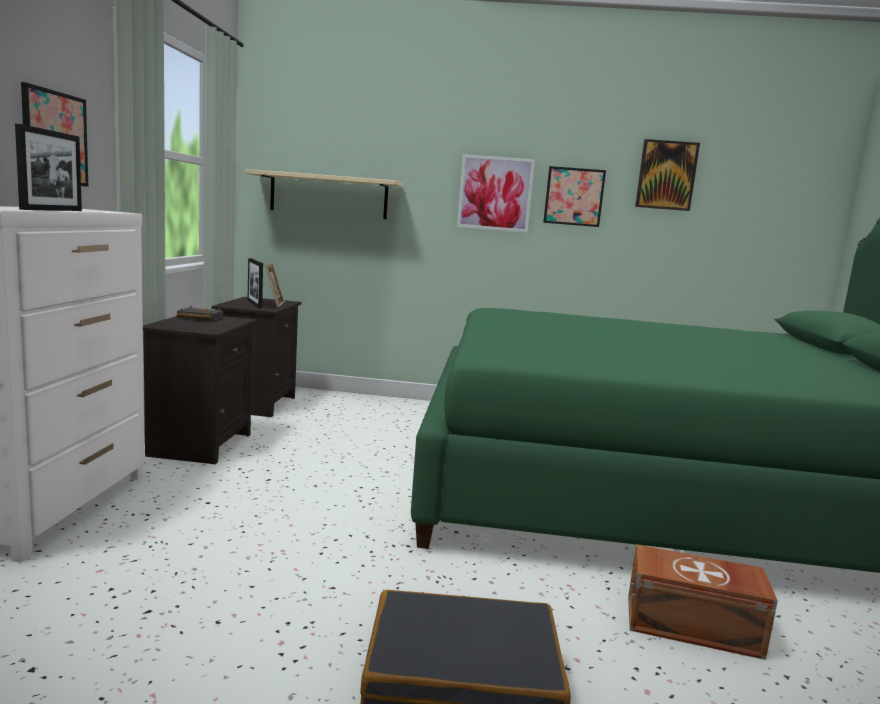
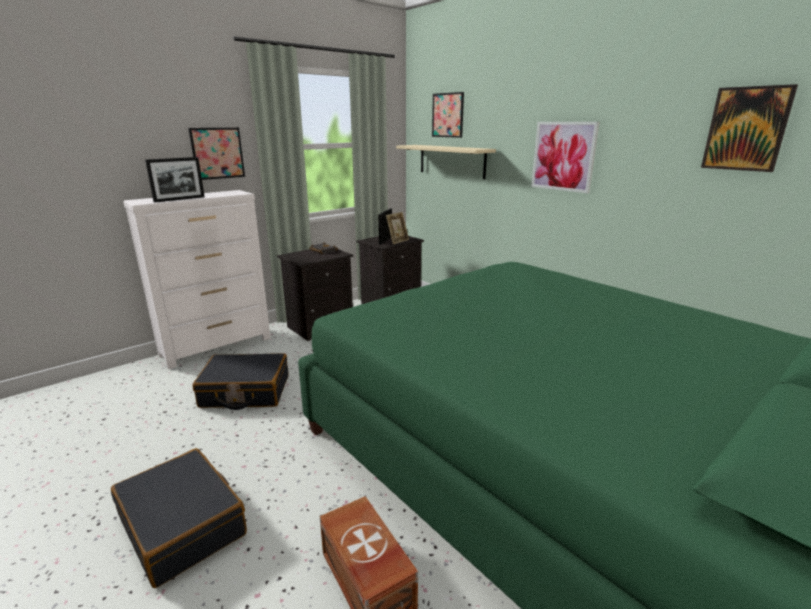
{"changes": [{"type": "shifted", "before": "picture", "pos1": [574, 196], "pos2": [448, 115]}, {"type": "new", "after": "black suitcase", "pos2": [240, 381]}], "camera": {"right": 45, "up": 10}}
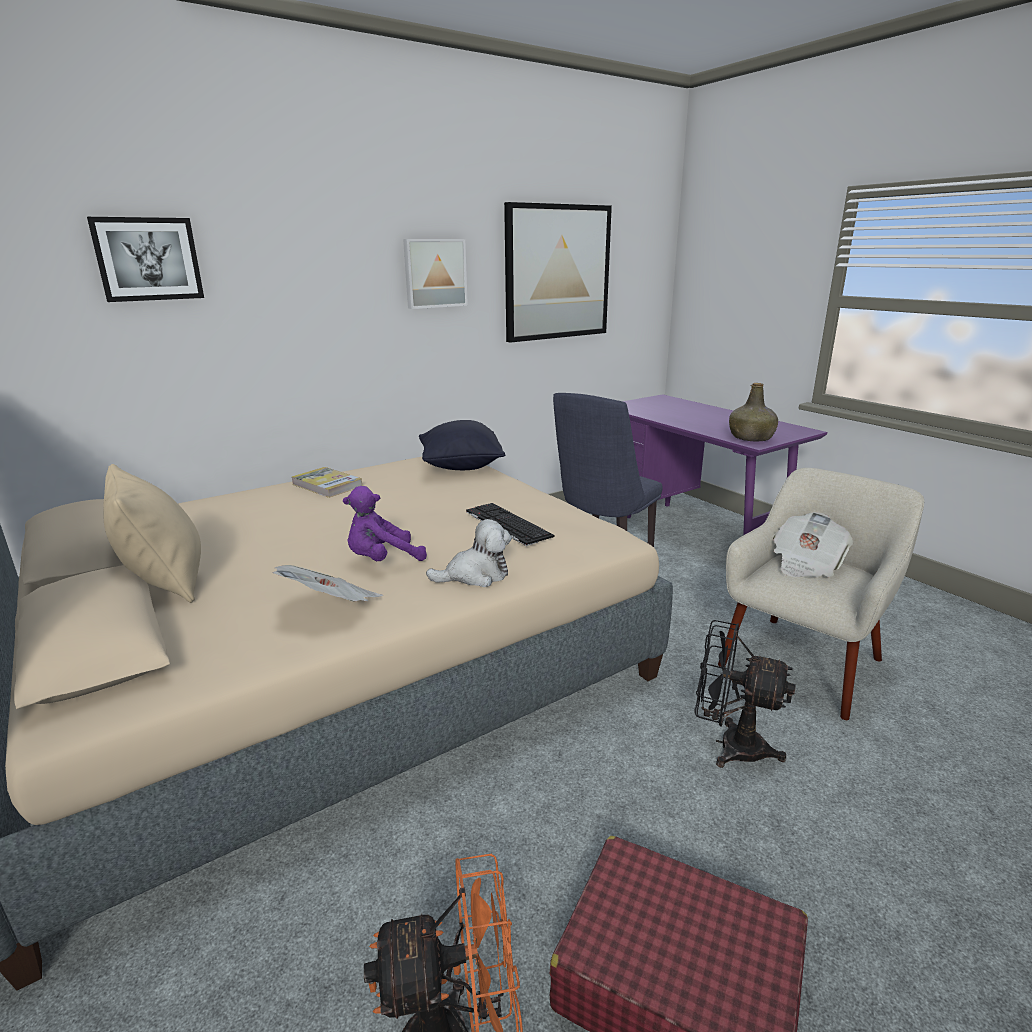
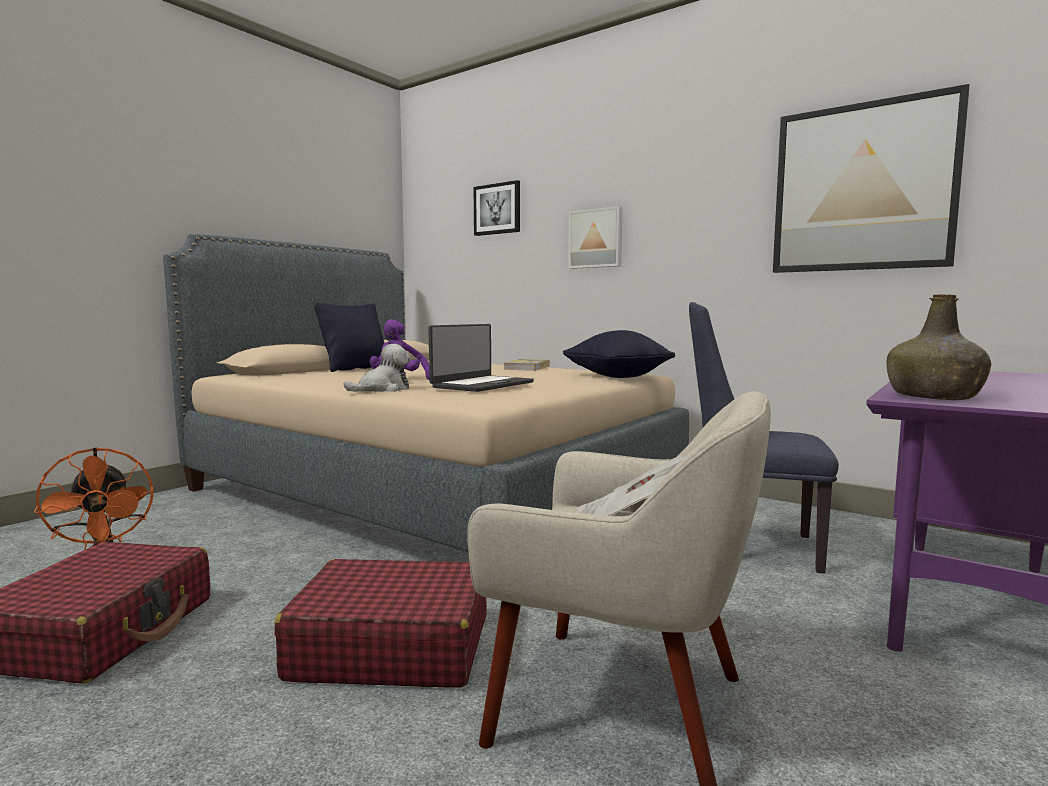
{"changes": [{"type": "repainted", "before": "beige pillow", "after": "black pillow", "pos1": [152, 533], "pos2": [349, 337]}, {"type": "gone", "before": "newspaper", "pos1": [327, 583]}, {"type": "shifted", "before": "picture", "pos1": [435, 274], "pos2": [595, 237]}, {"type": "rotated", "before": "plush toy", "pos1": [469, 553], "pos2": [377, 368], "turn": -90}, {"type": "swapped", "before": "keyboard", "after": "laptop", "pos1": [510, 524], "pos2": [481, 358]}, {"type": "swapped", "before": "black fan", "after": "red suitcase", "pos1": [745, 694], "pos2": [380, 623]}], "camera": {"right": 70, "up": -15}}
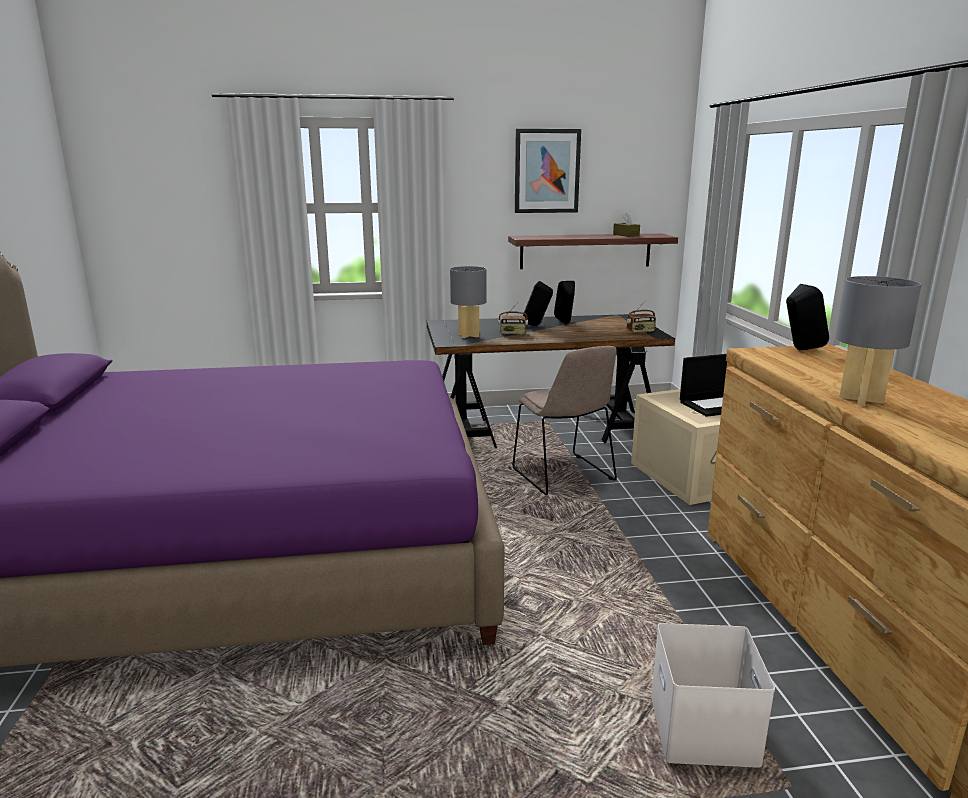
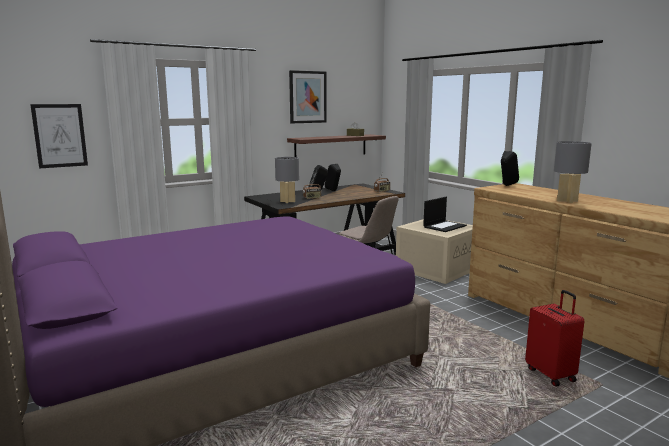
{"changes": [{"type": "swapped", "before": "white storage box", "after": "red suitcase", "pos1": [713, 695], "pos2": [554, 338]}, {"type": "new", "after": "picture", "pos2": [59, 136]}], "camera": {"right": -25, "up": -5}}
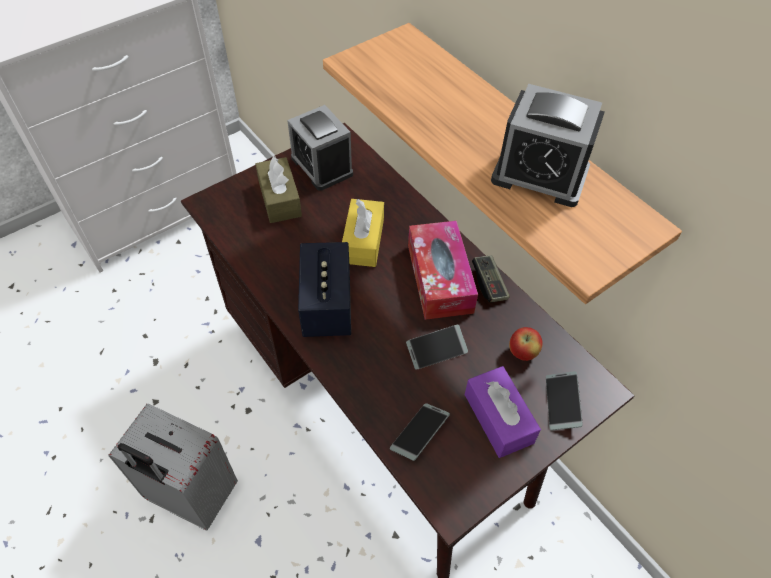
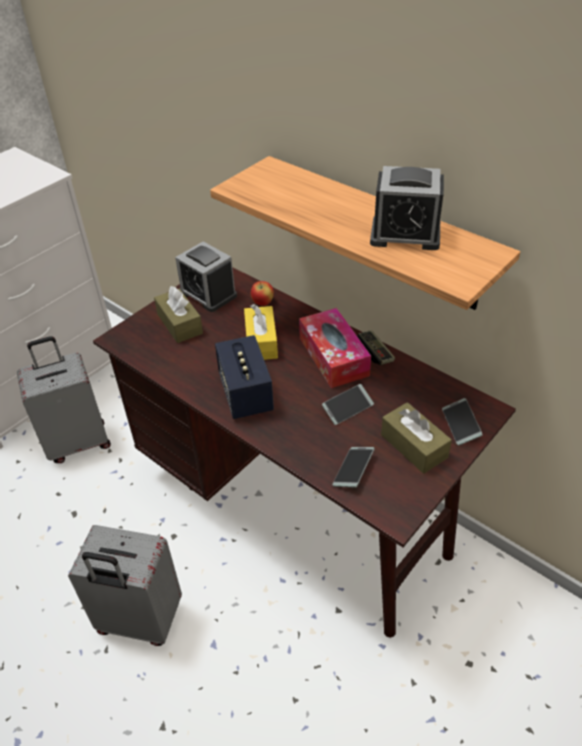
{"changes": [{"type": "repainted", "before": "purple tissue box", "after": "brown tissue box", "pos1": [503, 412], "pos2": [416, 438]}, {"type": "shifted", "before": "apple", "pos1": [526, 344], "pos2": [262, 293]}, {"type": "new", "after": "grey suitcase", "pos2": [64, 399]}], "camera": {"right": -10, "up": -10}}
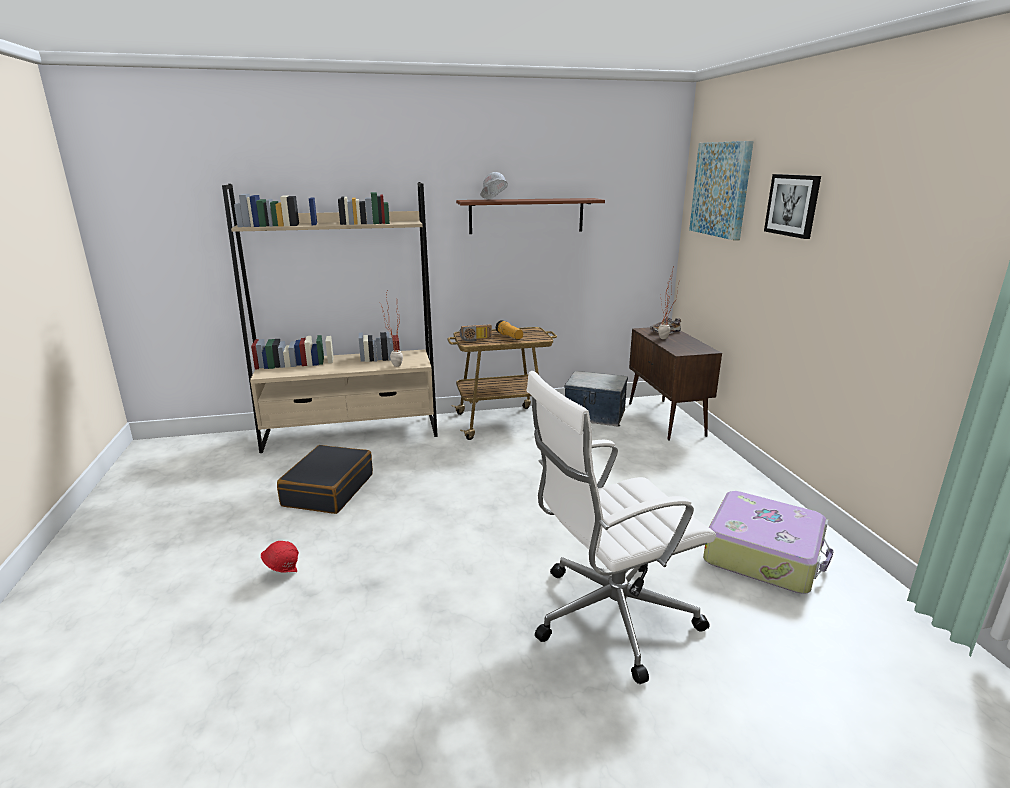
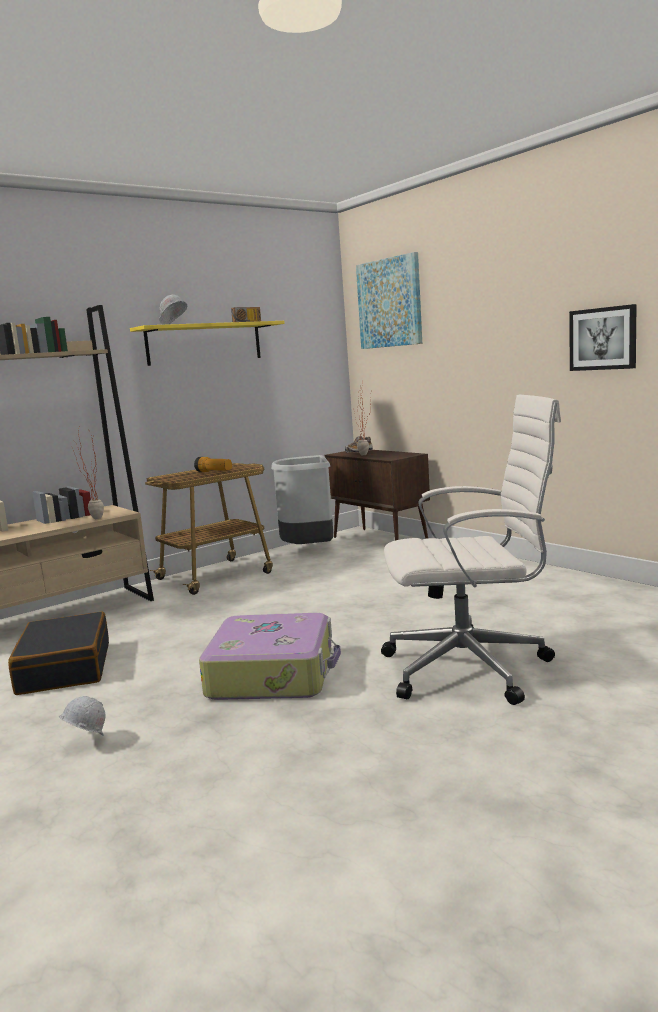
{"changes": [{"type": "repainted", "before": "red hard hat", "after": "white hard hat", "pos1": [280, 557], "pos2": [82, 716]}, {"type": "repainted", "before": "brown shelf", "after": "yellow shelf", "pos1": [530, 216], "pos2": [207, 343]}, {"type": "shifted", "before": "radio", "pos1": [475, 333], "pos2": [246, 314]}, {"type": "rotated", "before": "white office chair", "pos1": [621, 527], "pos2": [471, 549], "turn": -135}, {"type": "swapped", "before": "storage box", "after": "grey trash can", "pos1": [596, 399], "pos2": [302, 499]}, {"type": "shifted", "before": "suitcase", "pos1": [768, 542], "pos2": [270, 656]}, {"type": "shifted", "before": "picture", "pos1": [792, 206], "pos2": [602, 337]}], "camera": {"right": -25, "up": -10}}
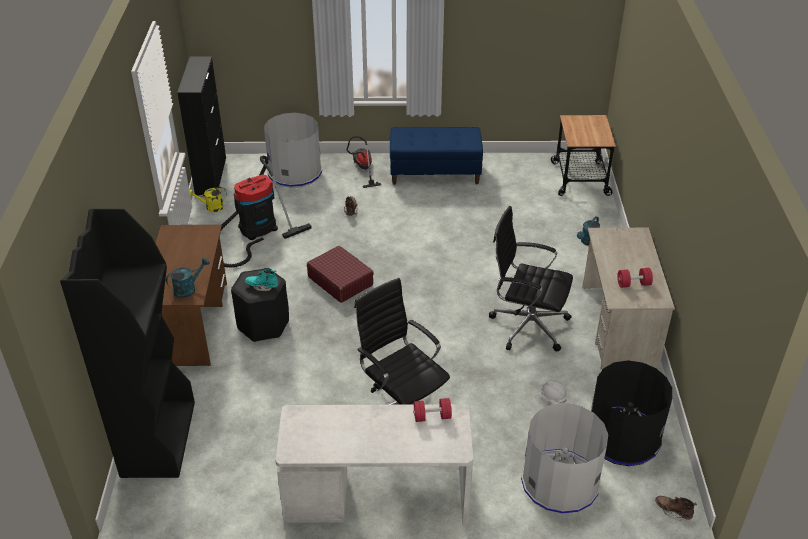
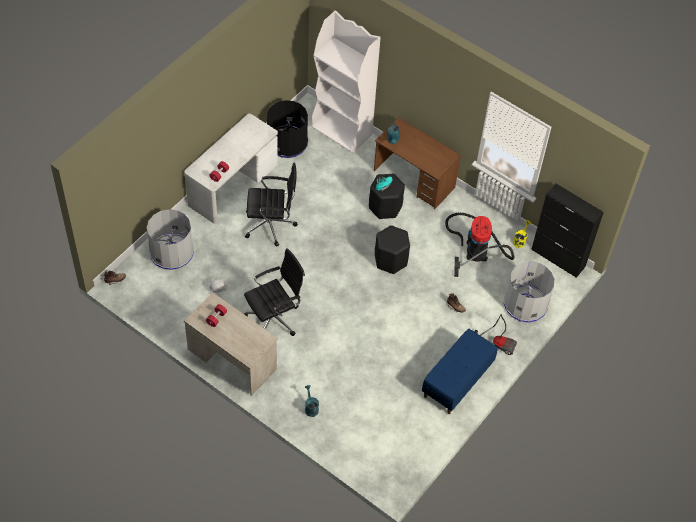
{"changes": [{"type": "repainted", "before": "black bookcase", "after": "white bookcase", "pos1": [127, 343], "pos2": [346, 81]}, {"type": "swapped", "before": "red suitcase", "after": "black stool", "pos1": [340, 274], "pos2": [392, 249]}, {"type": "gone", "before": "cart", "pos1": [583, 155]}, {"type": "shifted", "before": "black trash can", "pos1": [631, 413], "pos2": [287, 129]}], "camera": {"right": 125, "up": 15}}
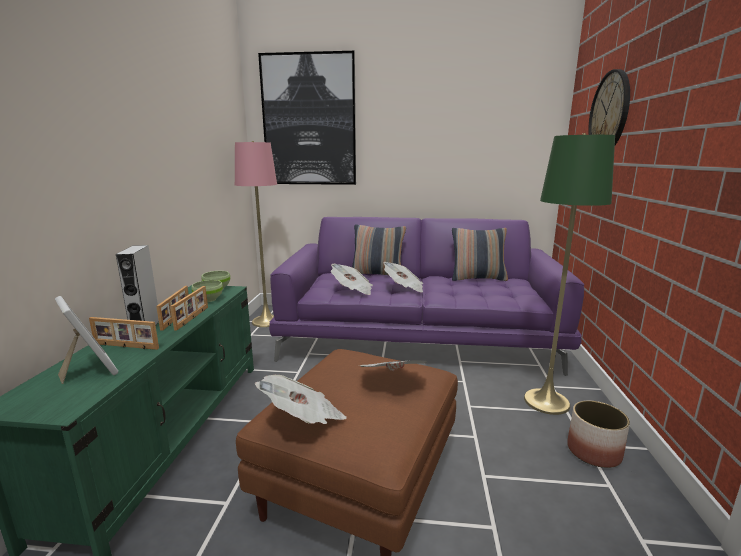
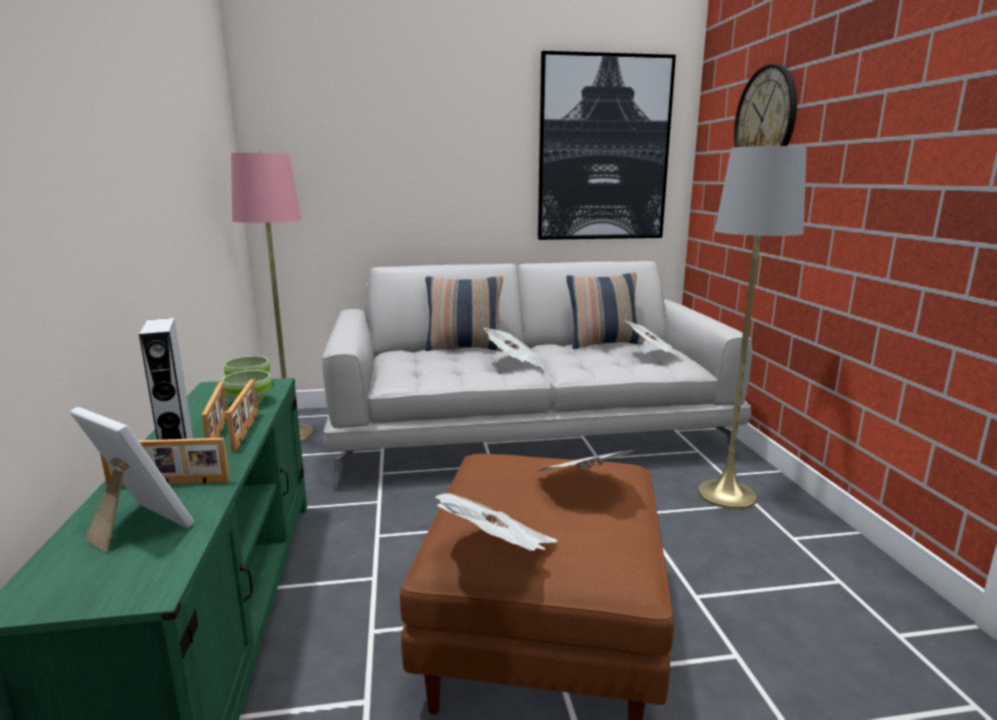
{"changes": [{"type": "shifted", "before": "picture", "pos1": [307, 118], "pos2": [607, 145]}, {"type": "repainted", "before": "purple sofa", "after": "grey sofa", "pos1": [426, 296], "pos2": [537, 376]}, {"type": "shifted", "before": "newspaper", "pos1": [352, 279], "pos2": [653, 339]}, {"type": "repainted", "before": "green floor lamp", "after": "grey floor lamp", "pos1": [569, 274], "pos2": [752, 326]}, {"type": "gone", "before": "planter", "pos1": [598, 434]}], "camera": {"right": -15, "up": 0}}
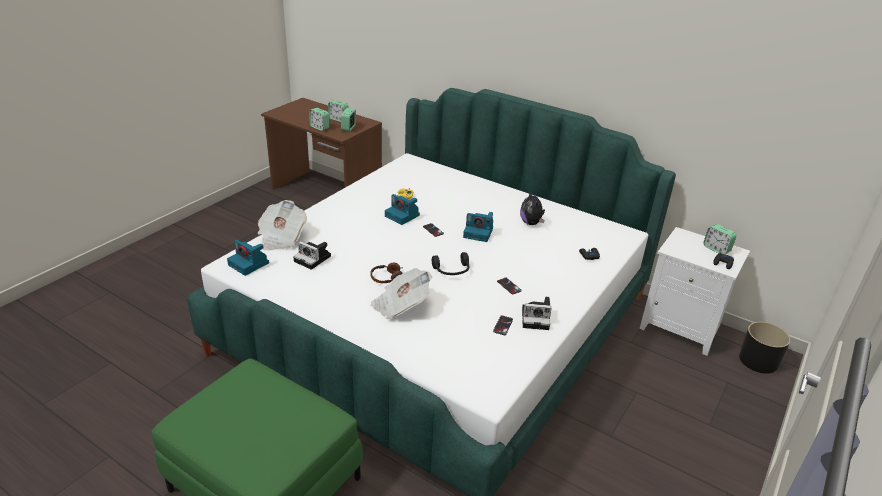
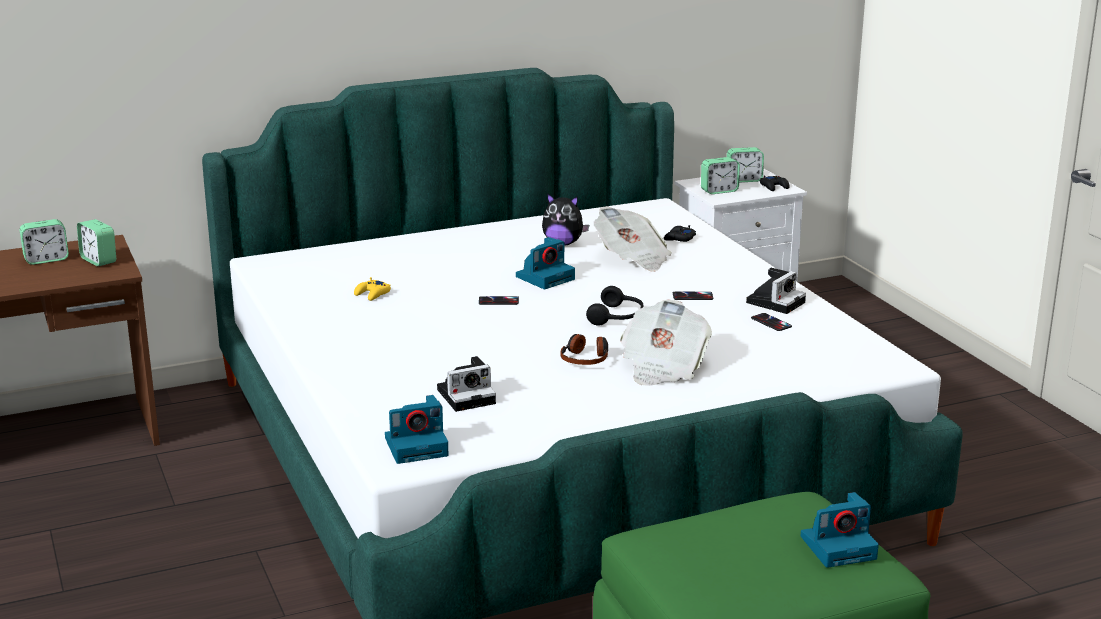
{"changes": [{"type": "shifted", "before": "newspaper", "pos1": [282, 225], "pos2": [633, 239]}, {"type": "shifted", "before": "alarm clock", "pos1": [319, 119], "pos2": [720, 175]}, {"type": "shifted", "before": "photo camera", "pos1": [402, 209], "pos2": [840, 530]}, {"type": "gone", "before": "black planter", "pos1": [765, 348]}], "camera": {"right": -55, "up": -10}}
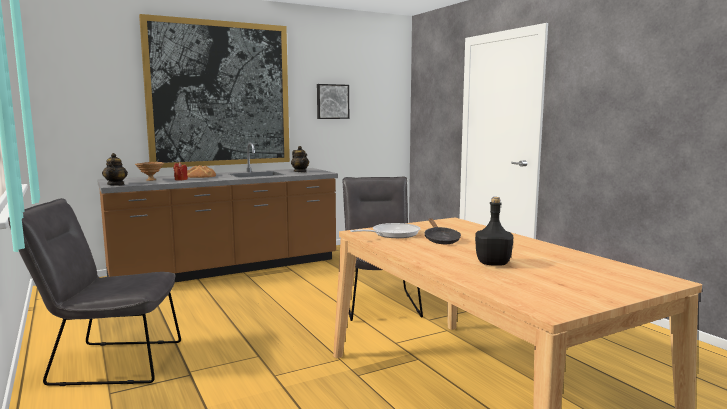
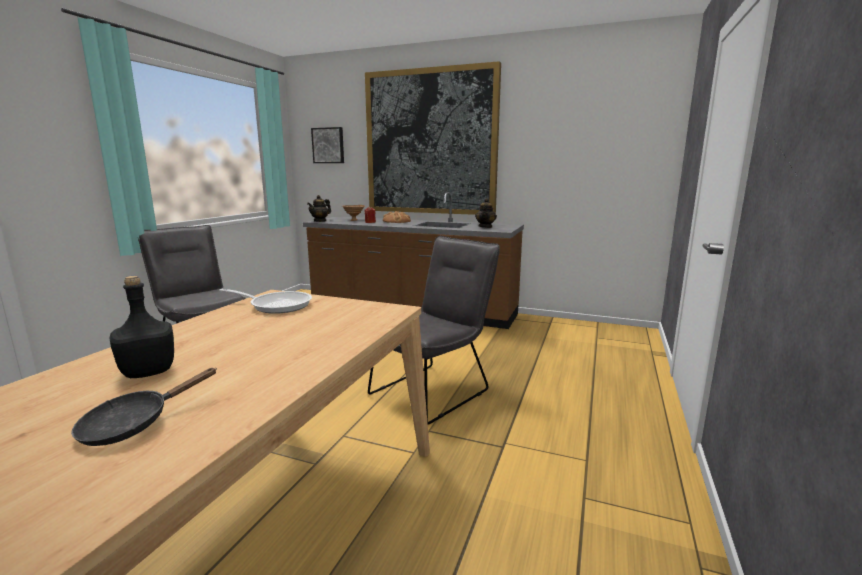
{"changes": [{"type": "shifted", "before": "picture", "pos1": [333, 101], "pos2": [327, 145]}, {"type": "shifted", "before": "black frying pan", "pos1": [443, 231], "pos2": [143, 407]}], "camera": {"right": 50, "up": 5}}
